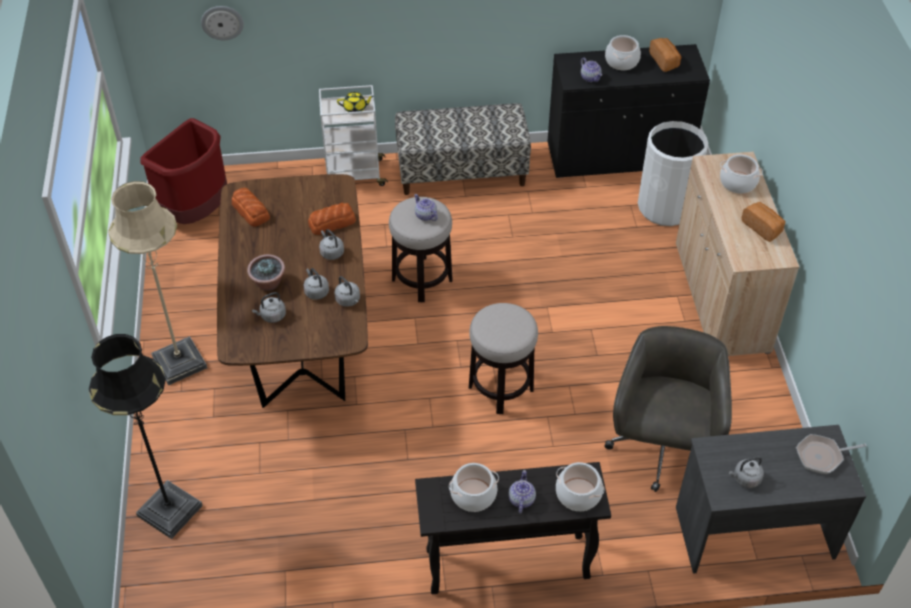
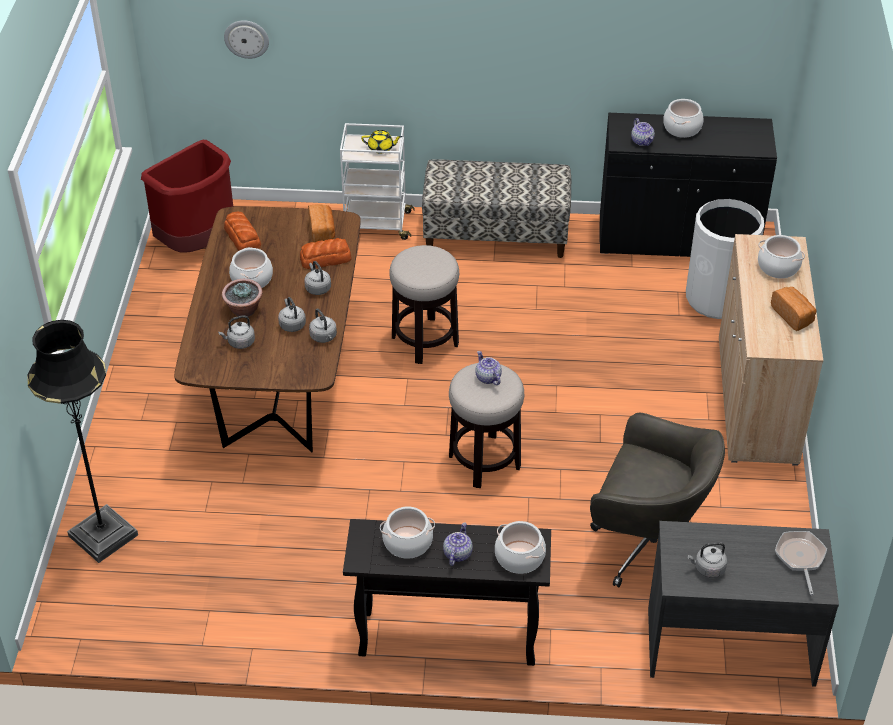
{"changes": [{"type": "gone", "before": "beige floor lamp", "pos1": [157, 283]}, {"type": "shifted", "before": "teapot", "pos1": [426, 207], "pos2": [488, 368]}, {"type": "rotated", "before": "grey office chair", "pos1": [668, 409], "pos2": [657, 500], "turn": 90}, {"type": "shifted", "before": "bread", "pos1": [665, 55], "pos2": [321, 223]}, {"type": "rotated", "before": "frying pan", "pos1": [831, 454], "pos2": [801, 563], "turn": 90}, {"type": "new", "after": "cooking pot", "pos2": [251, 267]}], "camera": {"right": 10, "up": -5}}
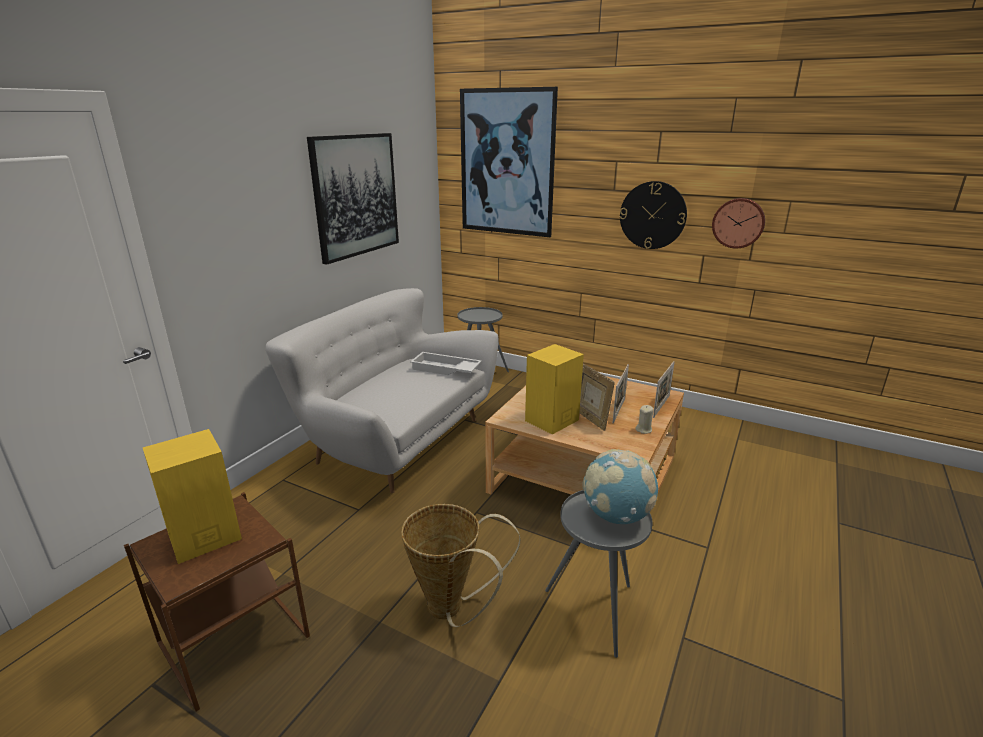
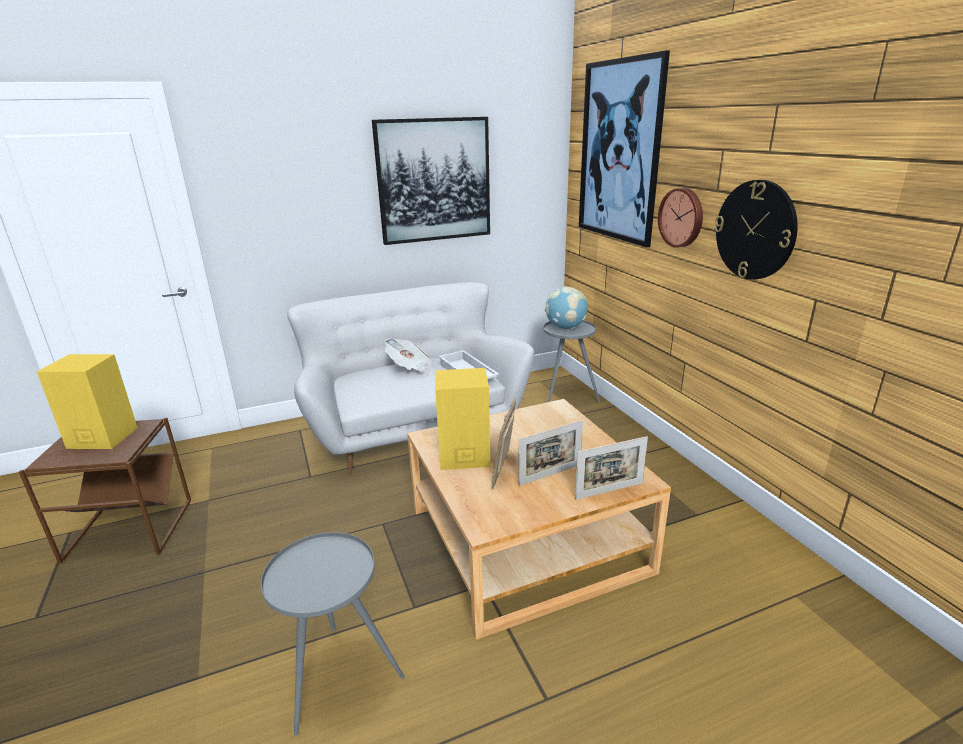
{"changes": [{"type": "gone", "before": "basket", "pos1": [460, 565]}, {"type": "shifted", "before": "globe", "pos1": [620, 486], "pos2": [566, 307]}, {"type": "gone", "before": "beige candle", "pos1": [644, 419]}, {"type": "shifted", "before": "wall clock", "pos1": [738, 223], "pos2": [680, 218]}, {"type": "new", "after": "newspaper", "pos2": [408, 356]}], "camera": {"right": 40, "up": 0}}
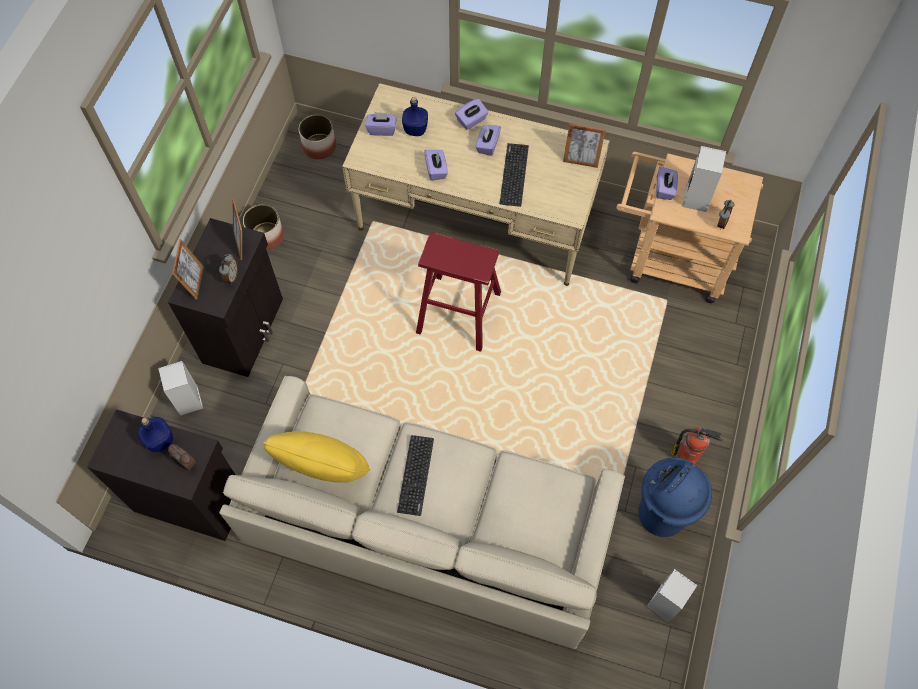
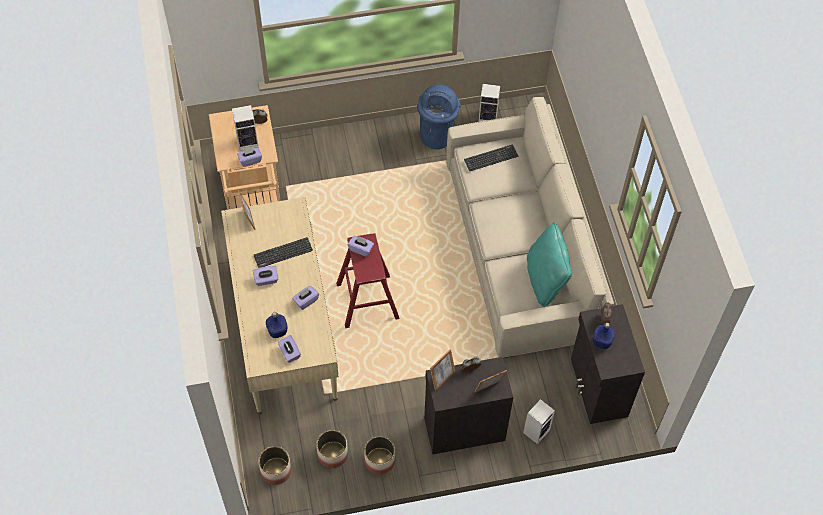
{"changes": [{"type": "repainted", "before": "yellow pillow", "after": "turquoise pillow", "pos1": [316, 457], "pos2": [549, 265]}, {"type": "shifted", "before": "keyboard", "pos1": [415, 475], "pos2": [491, 157]}, {"type": "shifted", "before": "purple tissue box", "pos1": [472, 114], "pos2": [361, 246]}, {"type": "gone", "before": "fire extinguisher", "pos1": [697, 446]}, {"type": "new", "after": "planter", "pos2": [332, 449]}], "camera": {"right": -120, "up": -5}}
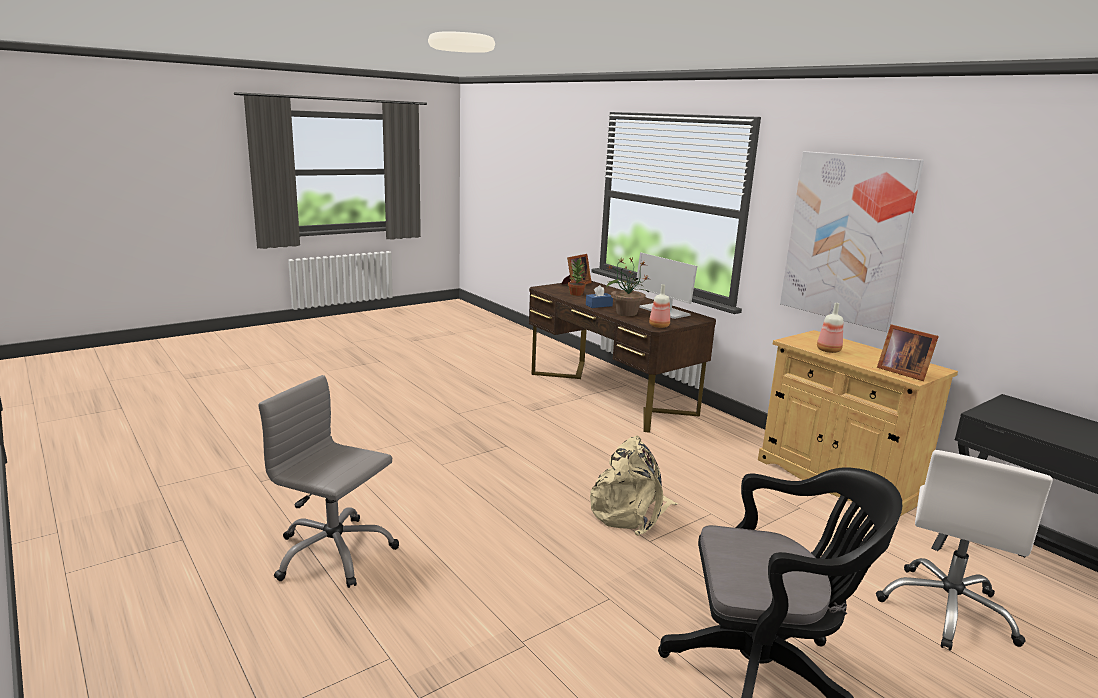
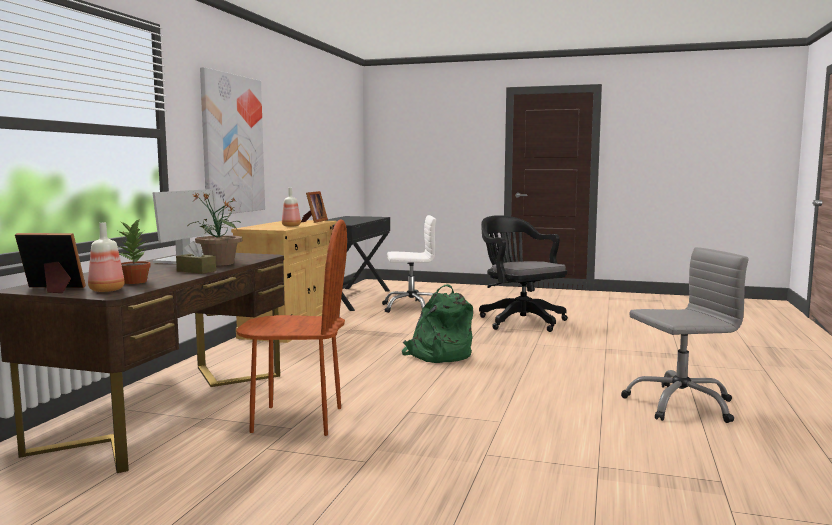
{"changes": [{"type": "rotated", "before": "grey office chair", "pos1": [328, 481], "pos2": [685, 335], "turn": -90}, {"type": "repainted", "before": "blue tissue box", "after": "brown tissue box", "pos1": [599, 296], "pos2": [196, 257]}, {"type": "repainted", "before": "beige backpack", "after": "green backpack", "pos1": [634, 486], "pos2": [437, 323]}, {"type": "shifted", "before": "bottle", "pos1": [659, 306], "pos2": [106, 257]}, {"type": "new", "after": "brown chair", "pos2": [291, 327]}], "camera": {"right": -125, "up": -10}}
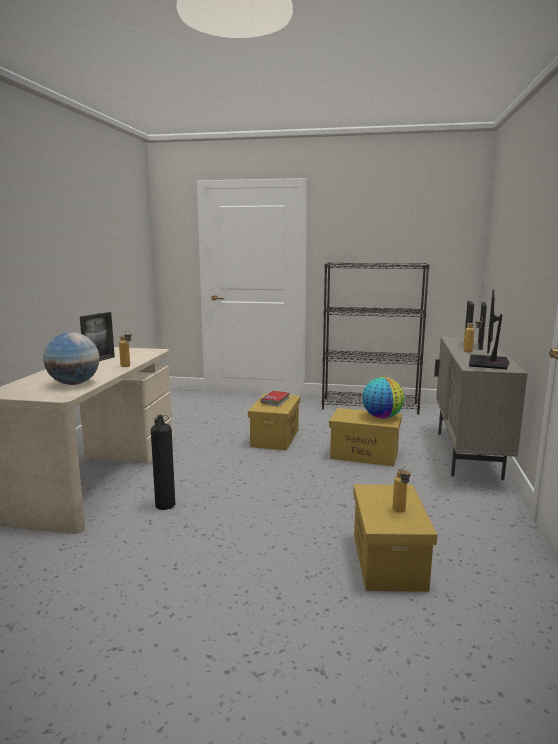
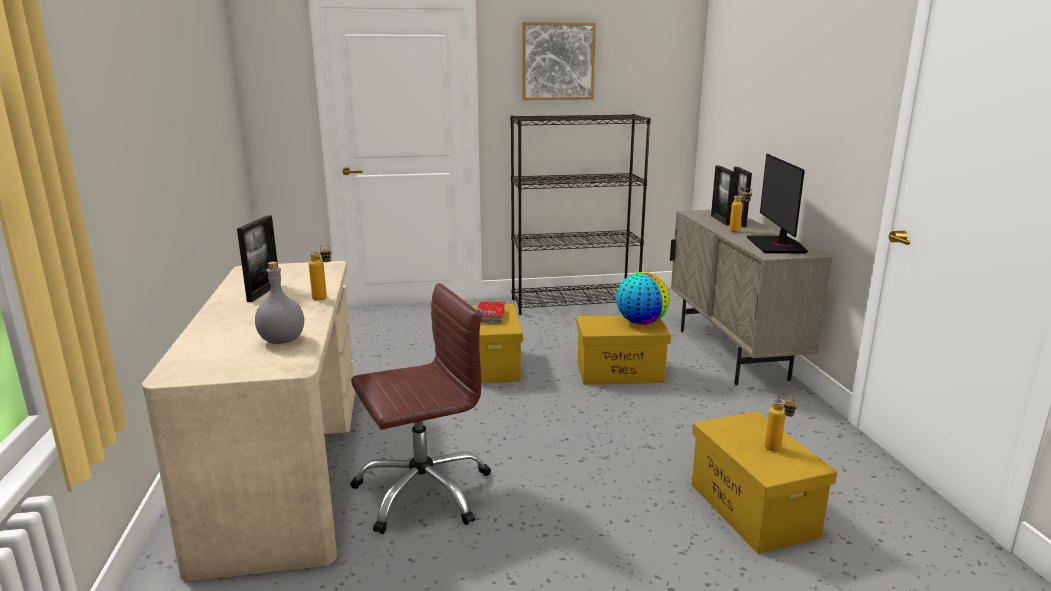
{"changes": [{"type": "swapped", "before": "globe", "after": "grey bottle", "pos1": [71, 358], "pos2": [279, 303]}, {"type": "swapped", "before": "fire extinguisher", "after": "brown office chair", "pos1": [163, 462], "pos2": [420, 408]}, {"type": "new", "after": "picture", "pos2": [559, 61]}], "camera": {"right": -20, "up": 5}}
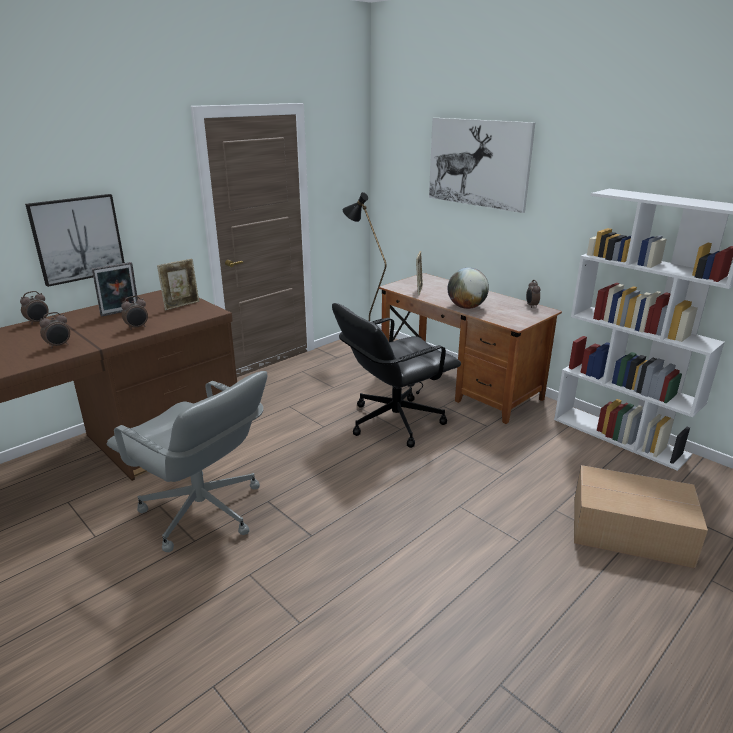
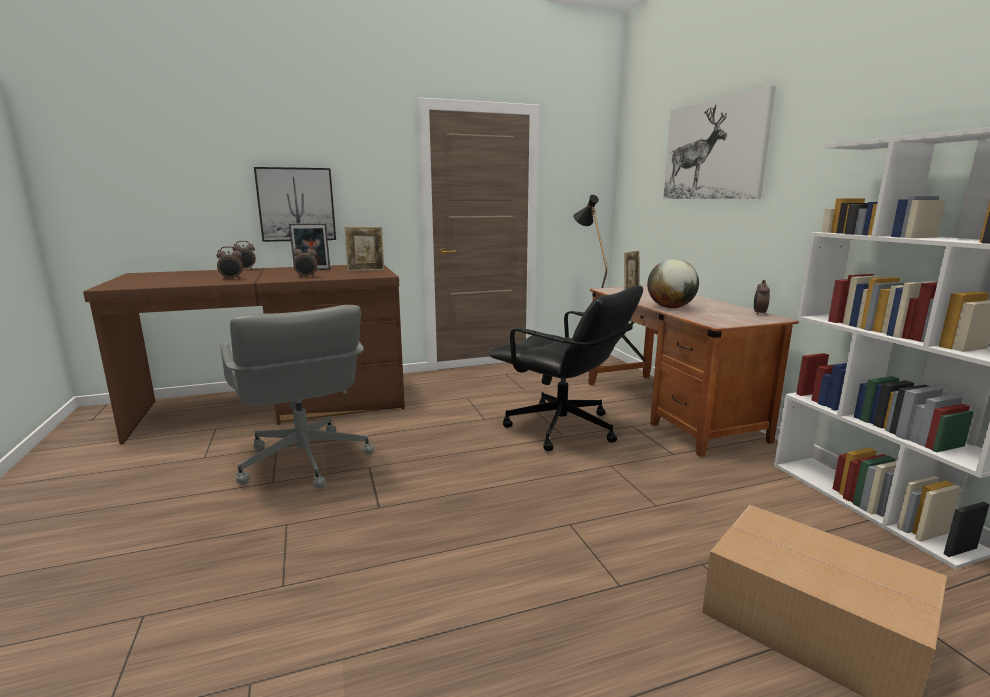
{"changes": [{"type": "rotated", "before": "black office chair", "pos1": [396, 375], "pos2": [566, 368], "turn": -135}], "camera": {"right": 25, "up": -10}}
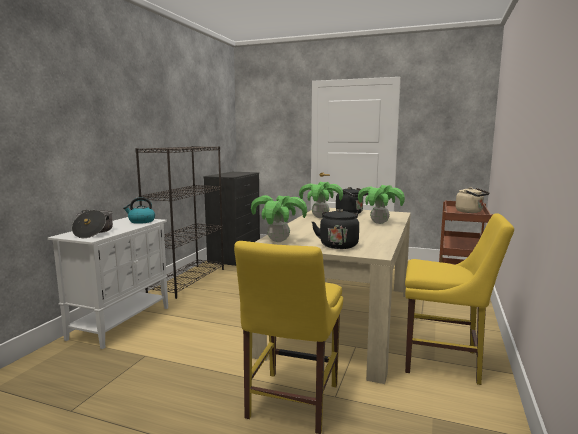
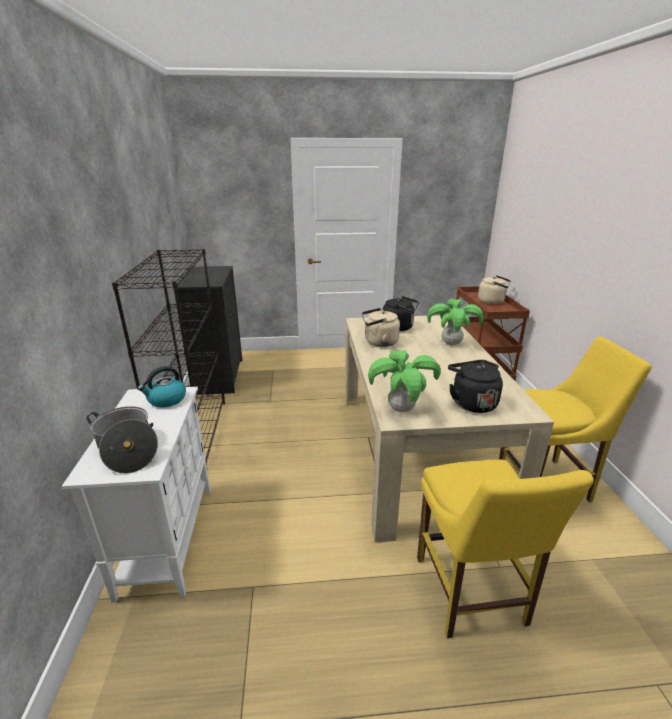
{"changes": [{"type": "swapped", "before": "potted plant", "after": "beige kettle", "pos1": [321, 200], "pos2": [381, 327]}], "camera": {"right": -25, "up": 15}}
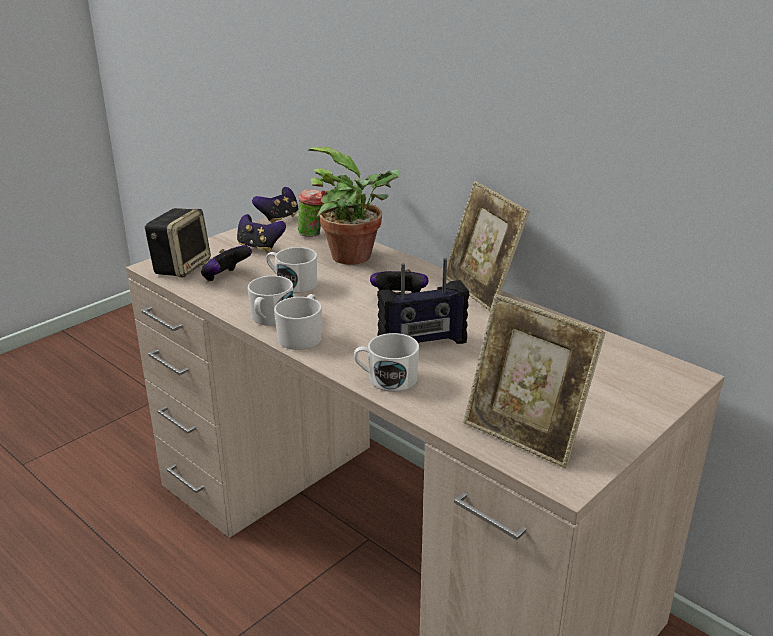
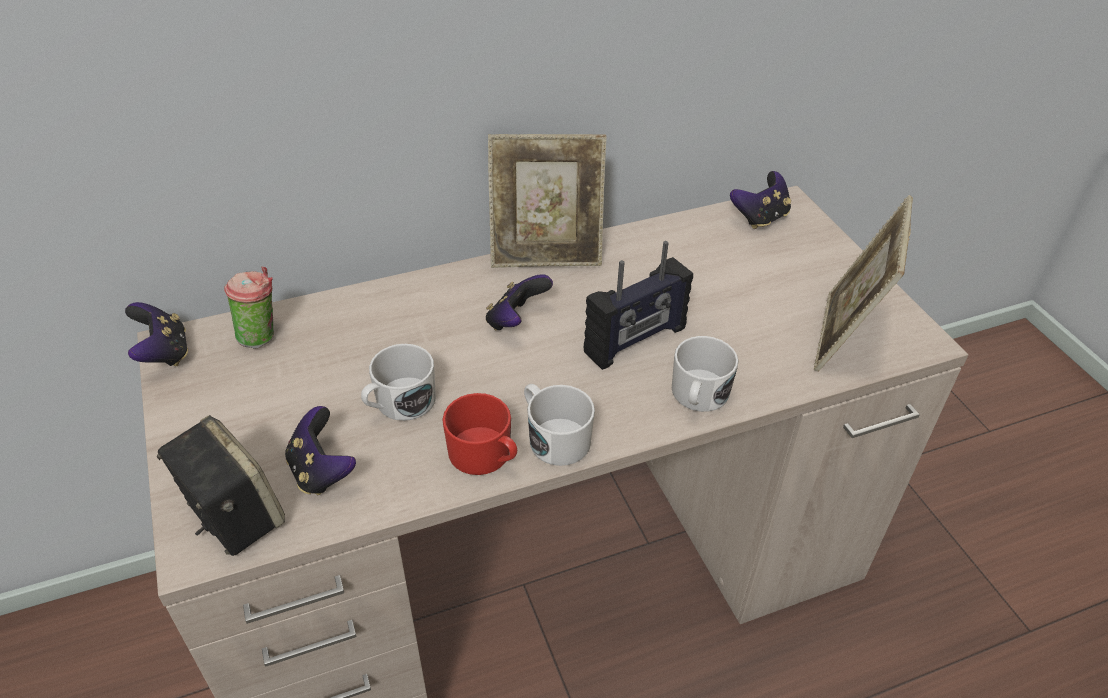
{"changes": [{"type": "shifted", "before": "game controller", "pos1": [261, 233], "pos2": [760, 200]}, {"type": "repainted", "before": "white mug", "after": "red mug", "pos1": [270, 301], "pos2": [479, 434]}, {"type": "gone", "before": "potted plant", "pos1": [353, 206]}, {"type": "rotated", "before": "radio", "pos1": [423, 301], "pos2": [638, 305], "turn": 45}, {"type": "rotated", "before": "picture frame", "pos1": [534, 381], "pos2": [863, 283], "turn": 135}], "camera": {"right": -65, "up": 15}}
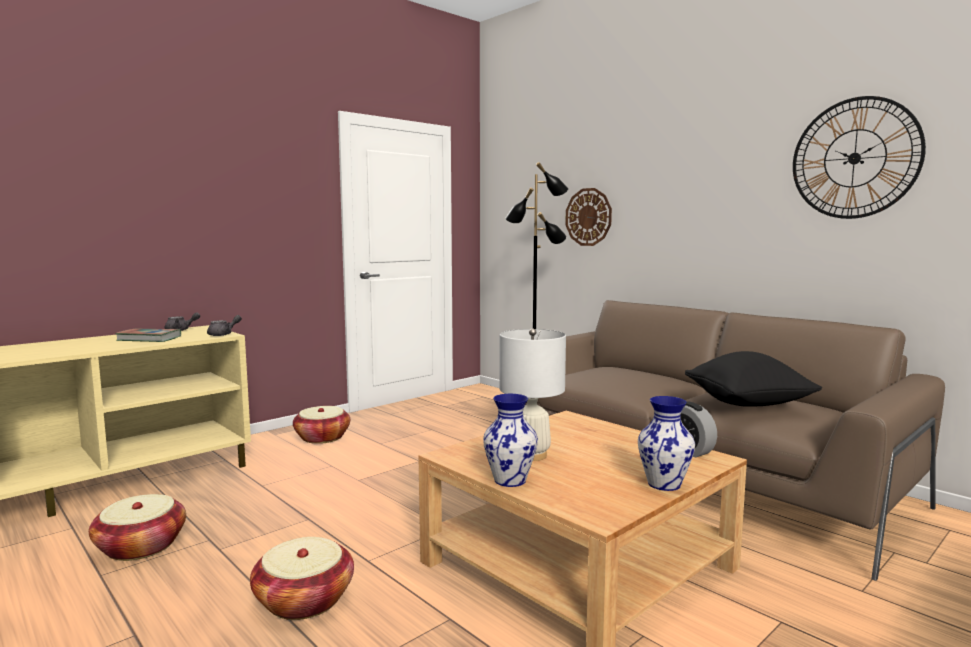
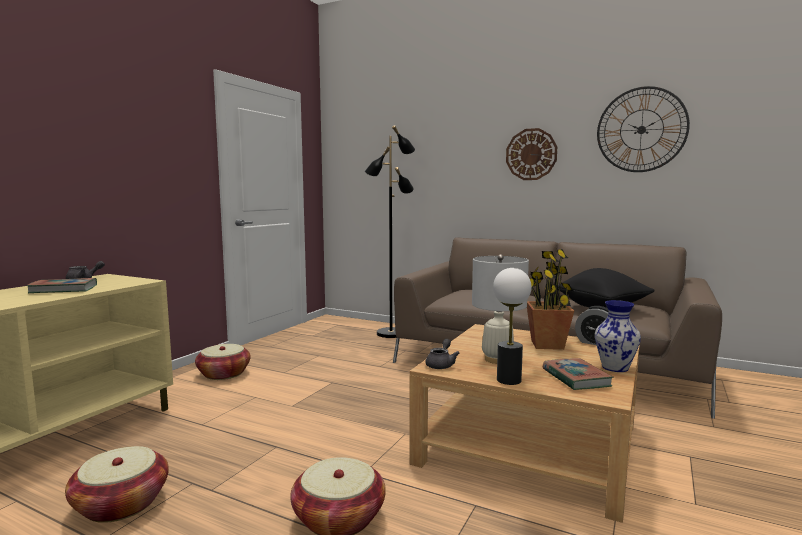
{"changes": [{"type": "shifted", "before": "grey teapot", "pos1": [224, 325], "pos2": [443, 354]}, {"type": "swapped", "before": "vase", "after": "table lamp", "pos1": [510, 440], "pos2": [512, 326]}, {"type": "shifted", "before": "wall clock", "pos1": [588, 217], "pos2": [531, 154]}, {"type": "new", "after": "potted plant", "pos2": [550, 299]}, {"type": "new", "after": "book", "pos2": [578, 374]}], "camera": {"right": -20, "up": 0}}
